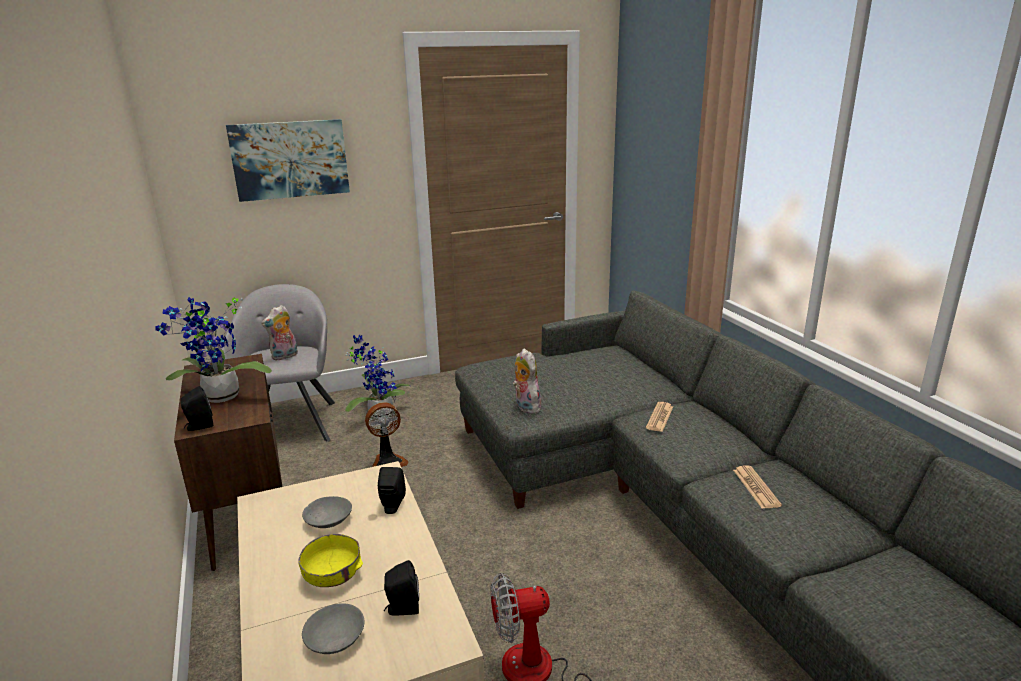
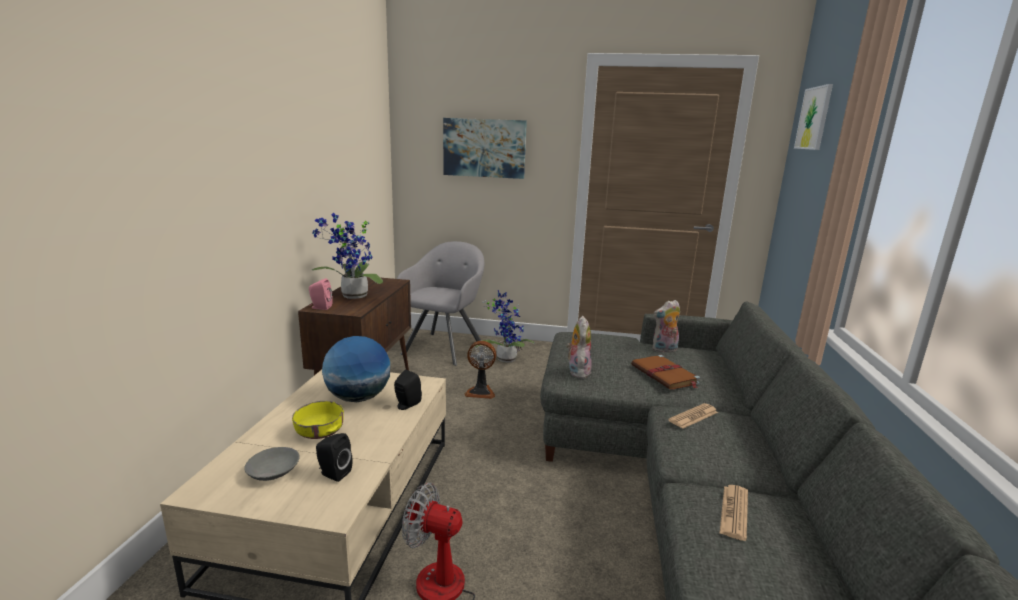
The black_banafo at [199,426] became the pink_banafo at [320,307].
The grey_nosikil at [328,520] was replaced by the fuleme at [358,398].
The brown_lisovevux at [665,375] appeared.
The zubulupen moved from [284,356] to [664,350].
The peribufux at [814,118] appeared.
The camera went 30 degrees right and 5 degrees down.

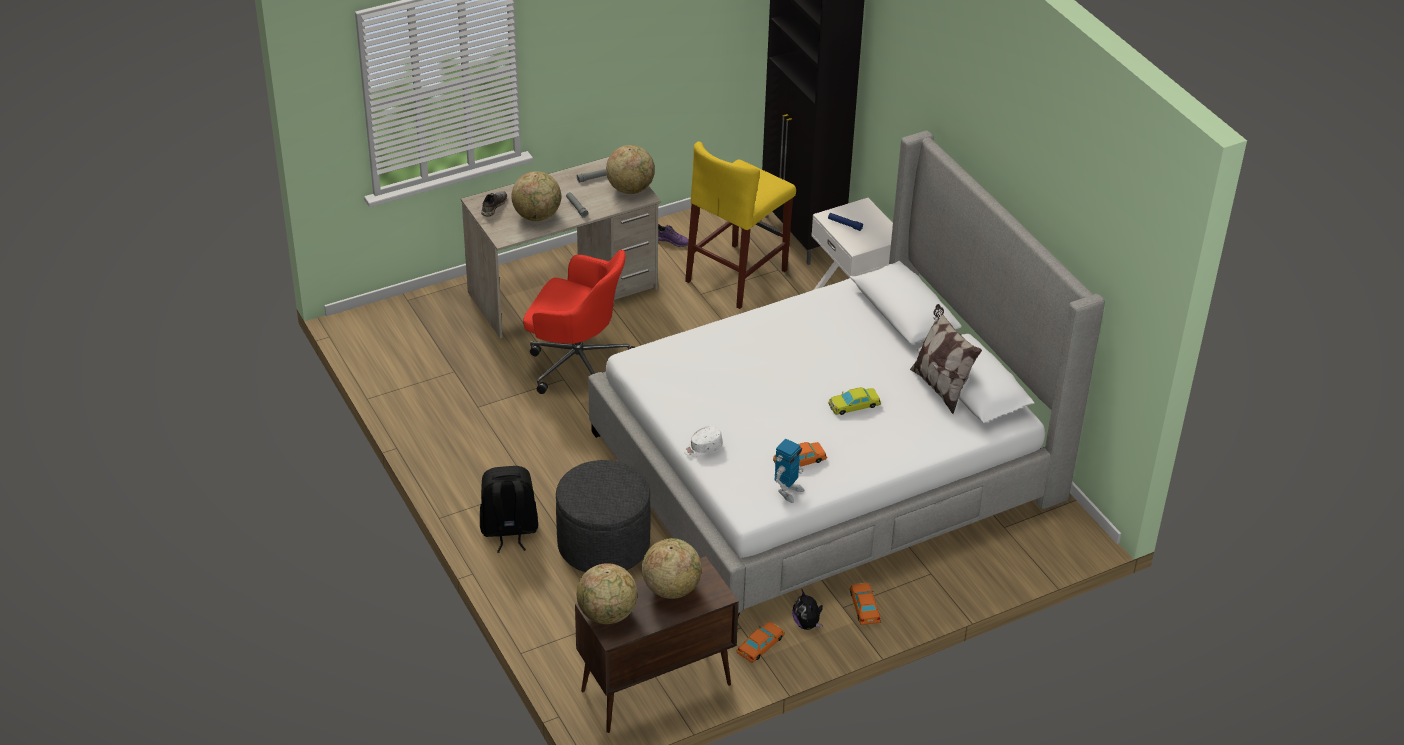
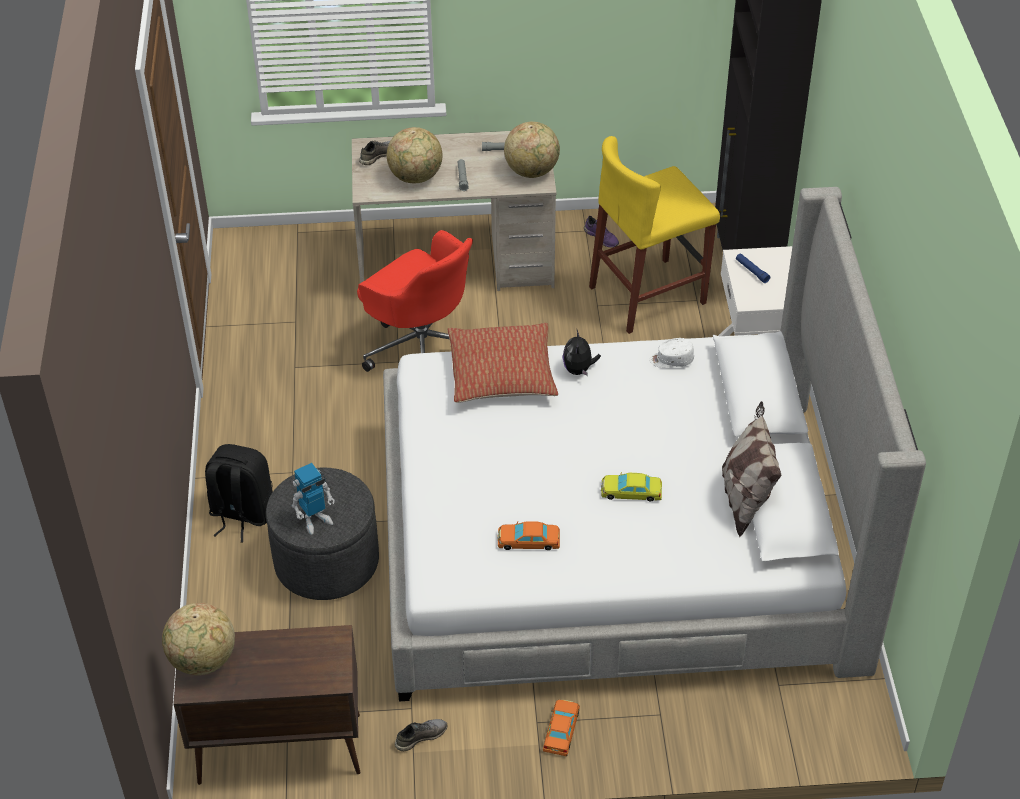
The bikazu moved from [788,491] to [315,520].
The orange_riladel at [760,644] was replaced by the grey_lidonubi at [420,736].
The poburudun at [502,375] appeared.
The zubulupen moved from [807,624] to [579,369].
The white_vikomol moved from [703,448] to [671,360].
The fuleme at [671,588] disappeared.
The camera went 25 degrees right and 5 degrees up.

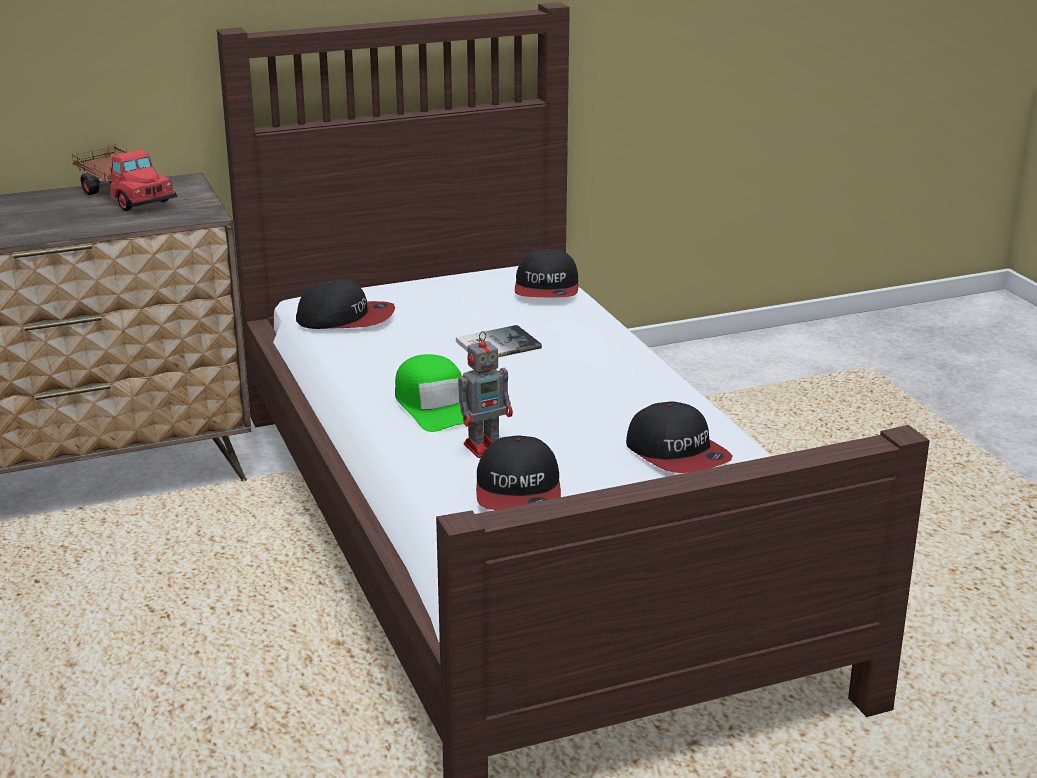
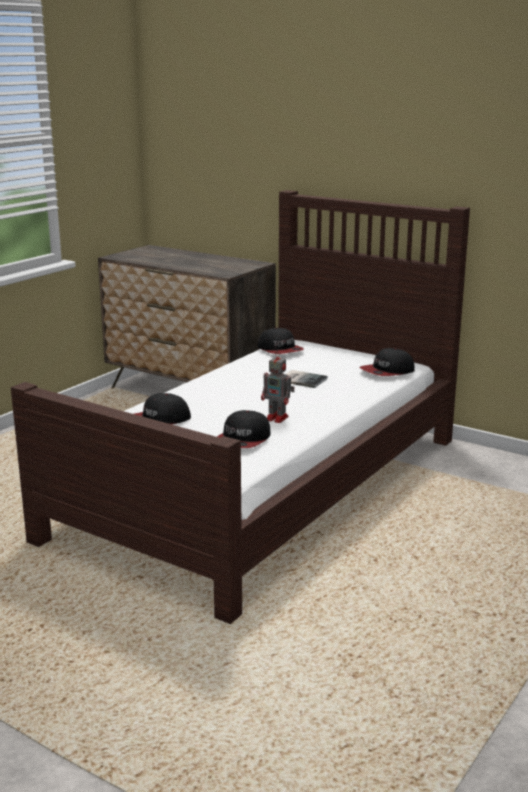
The bikazu moved from [485,447] to [278,418].
The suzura at [125,195] disappeared.
The green_vikomol at [435,406] disappeared.
The camera went 55 degrees right and 5 degrees down.

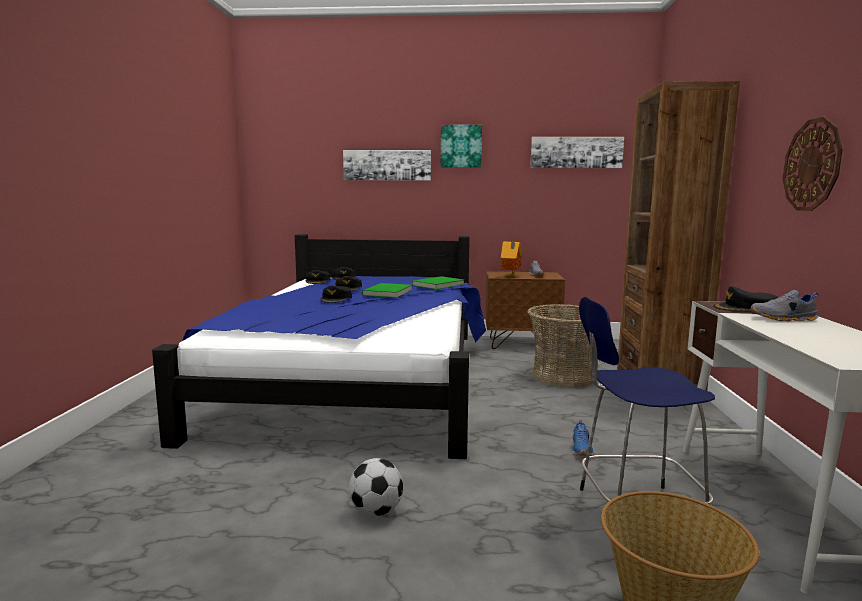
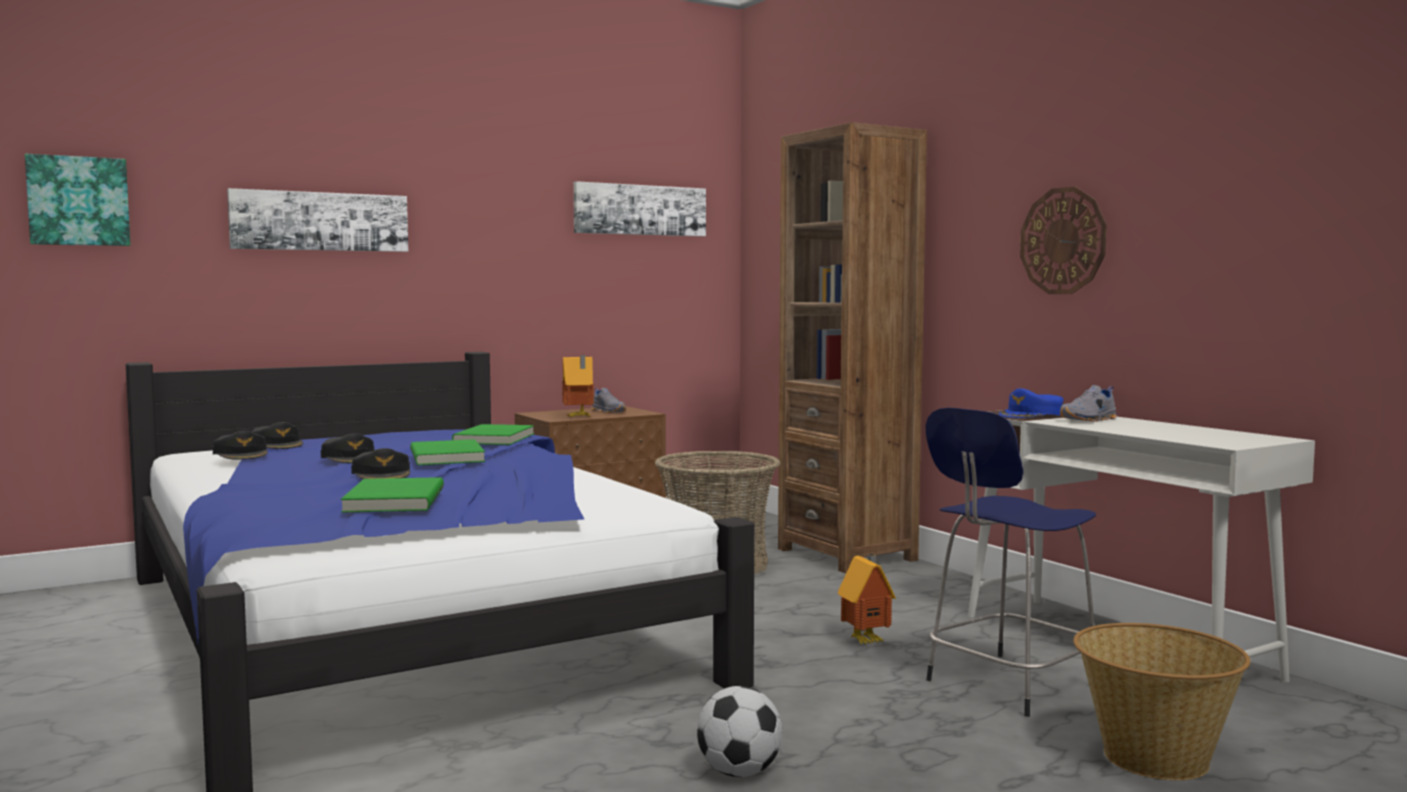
The peribufux moved from [461,146] to [78,201].
The green_lisovevux at [392,500] appeared.
The blue_lidonubi at [582,449] was replaced by the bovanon at [867,641].
The black_vikomol at [744,308] became the blue_vikomol at [1032,415].
The camera went 35 degrees left and 5 degrees down.

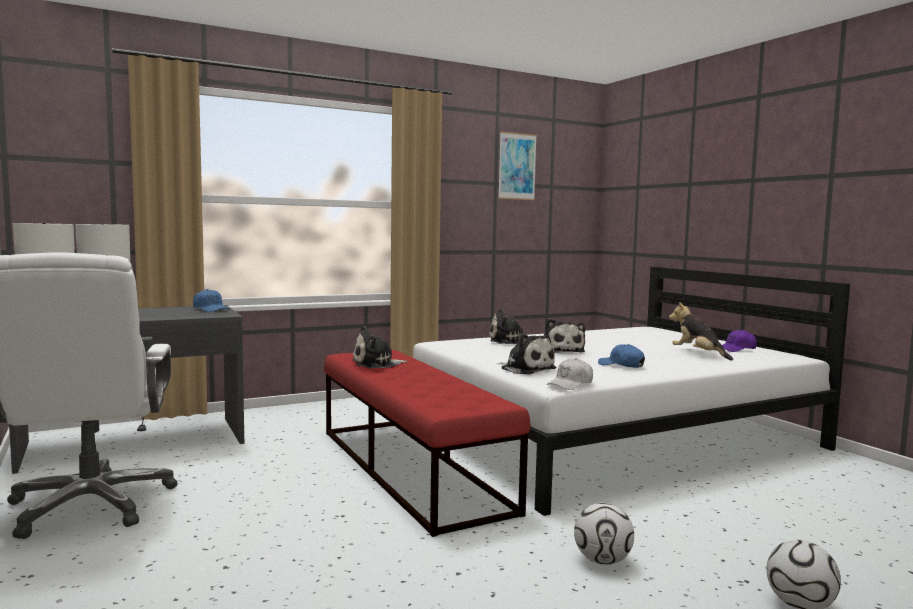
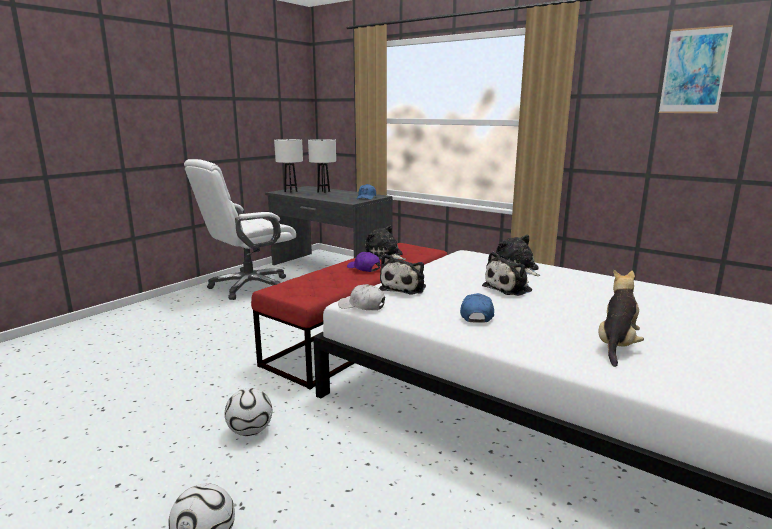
The purple_vikomol moved from [737,349] to [364,268].
The camera went 65 degrees right and 10 degrees up.

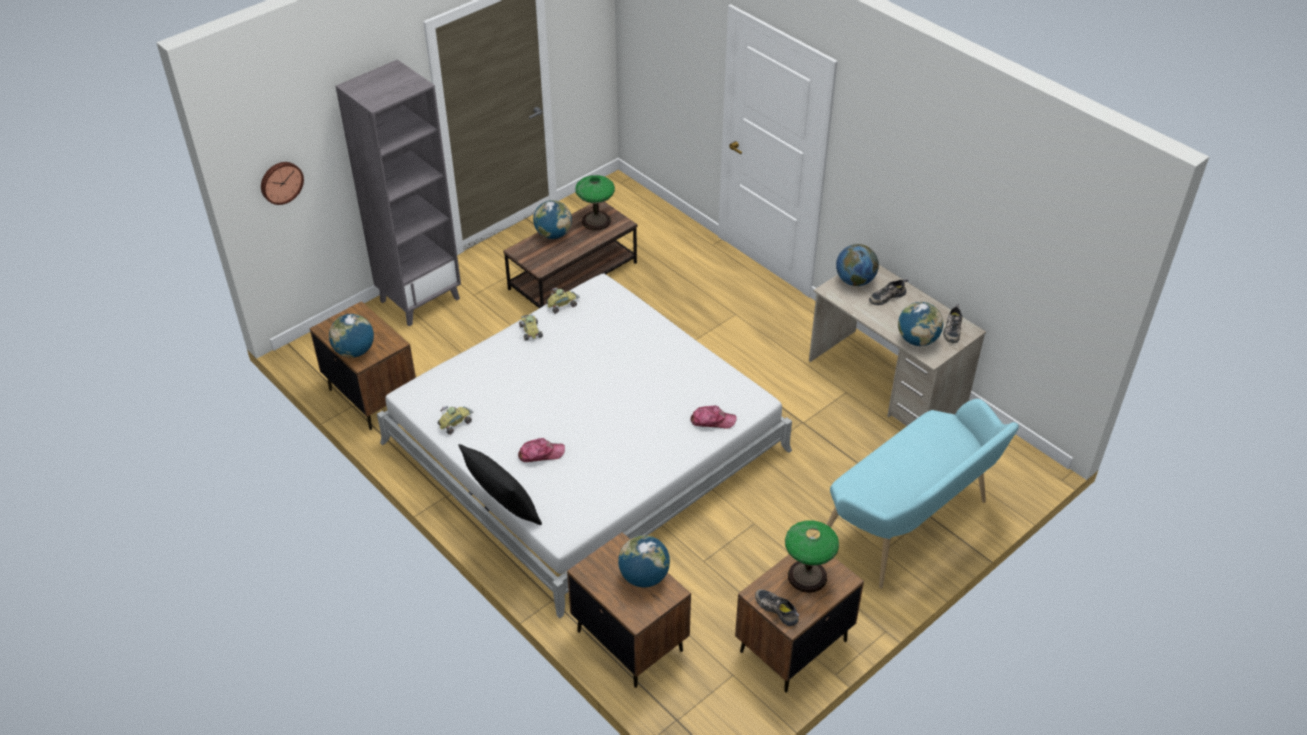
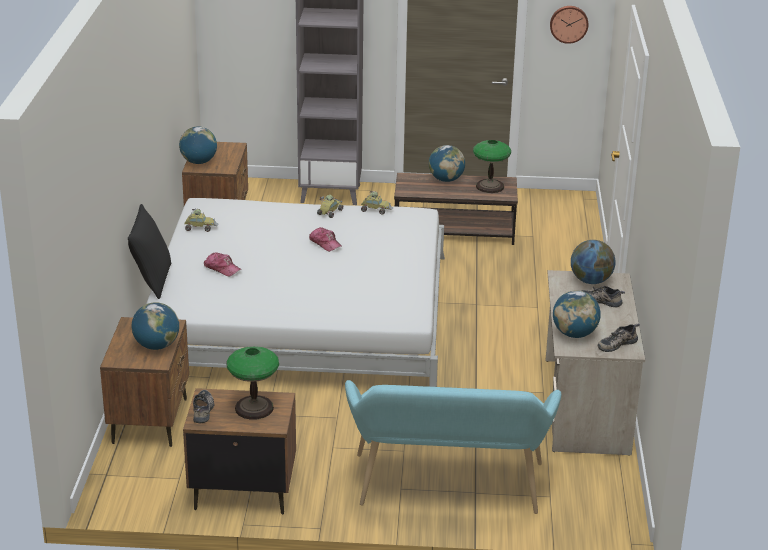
The vikomol moved from [712,420] to [325,243].
The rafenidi moved from [281,182] to [569,23].
The camera went 45 degrees right and 15 degrees down.

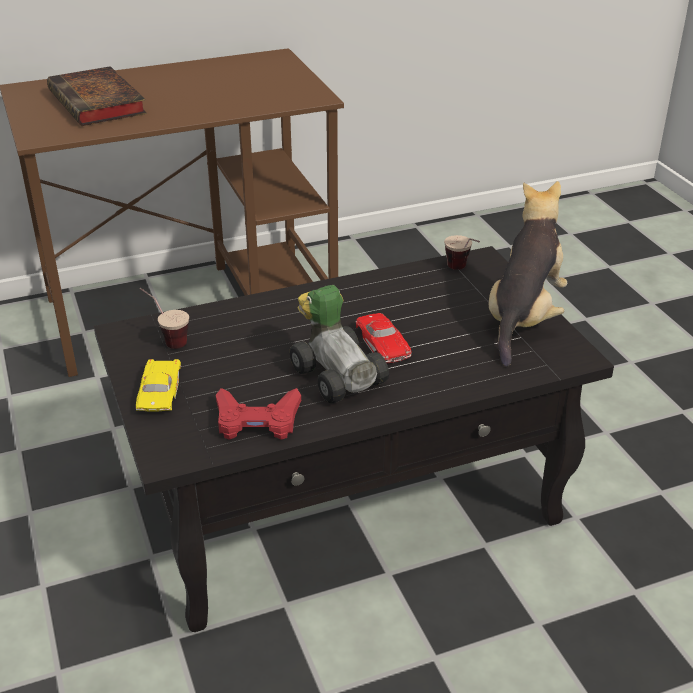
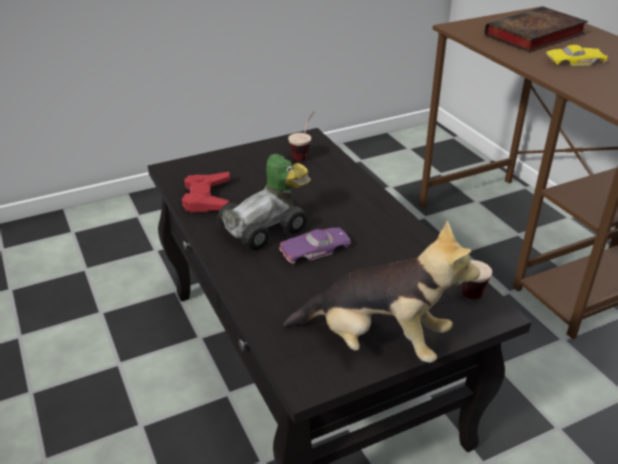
The red_riladel at [382,342] became the purple_riladel at [315,249].
The yellow_riladel moved from [159,391] to [575,61].
The camera went 85 degrees right and 0 degrees up.

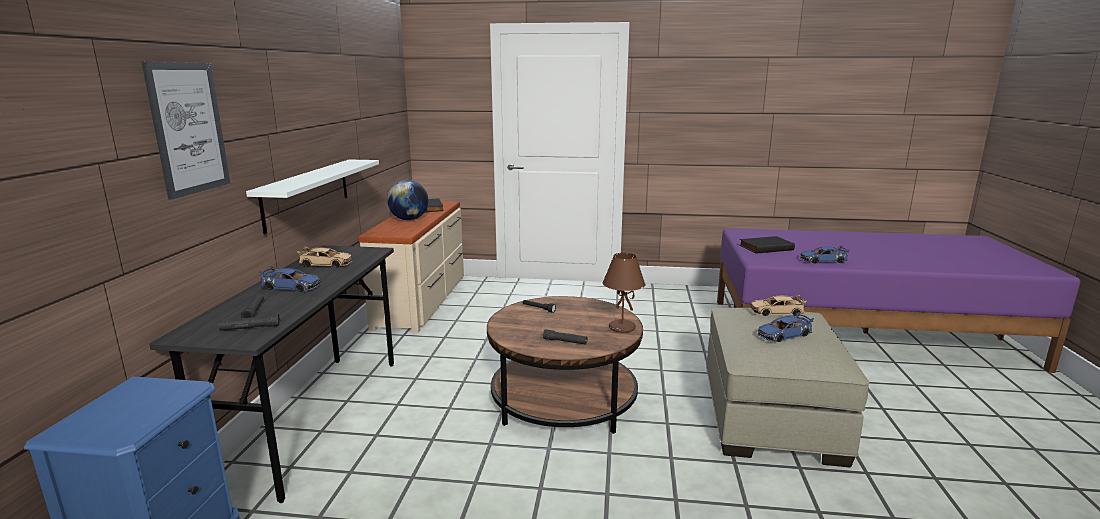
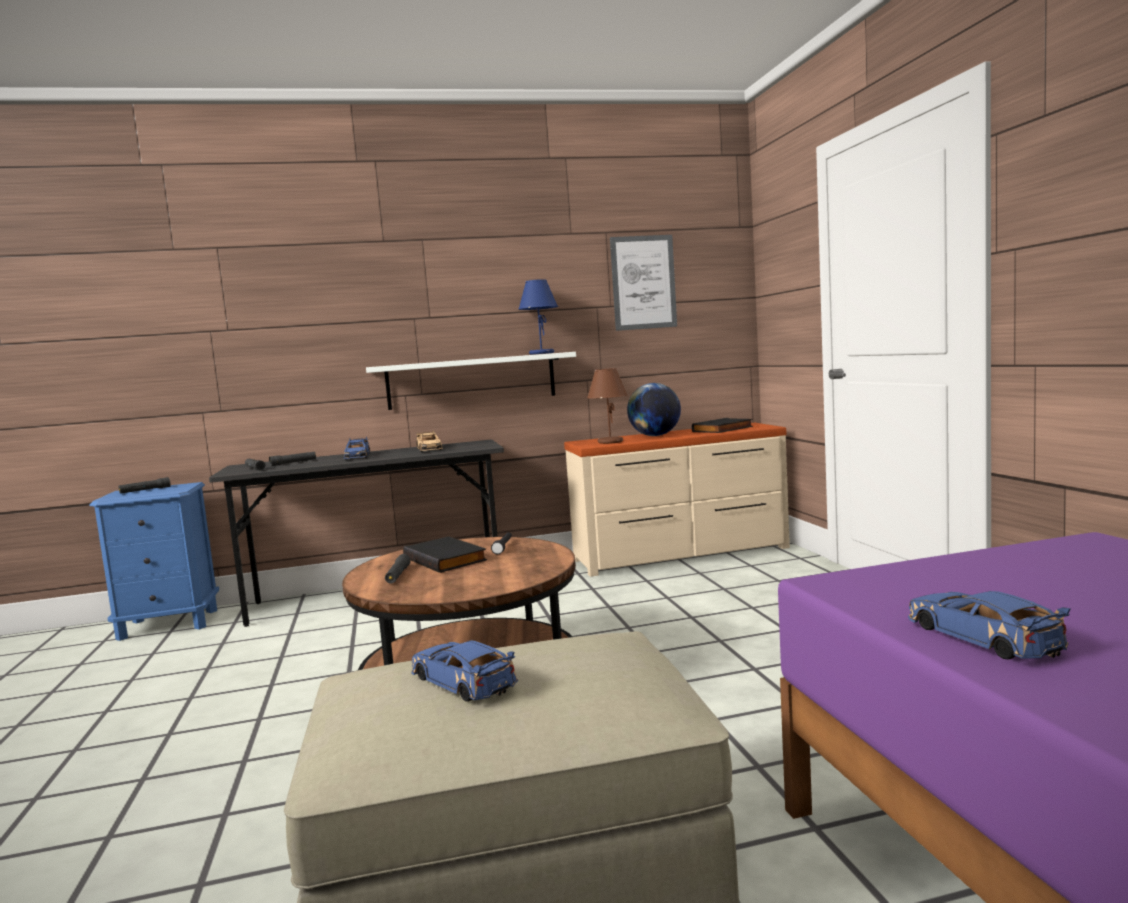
The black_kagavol at [145,490] appeared.
The black_lisovevux moved from [765,247] to [447,559].
The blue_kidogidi at [541,353] appeared.
The brown_kidogidi moved from [621,328] to [610,442].
The peribufux moved from [189,128] to [643,282].
The beige_riladel at [777,312] disappeared.
The camera went 70 degrees right and 10 degrees down.

